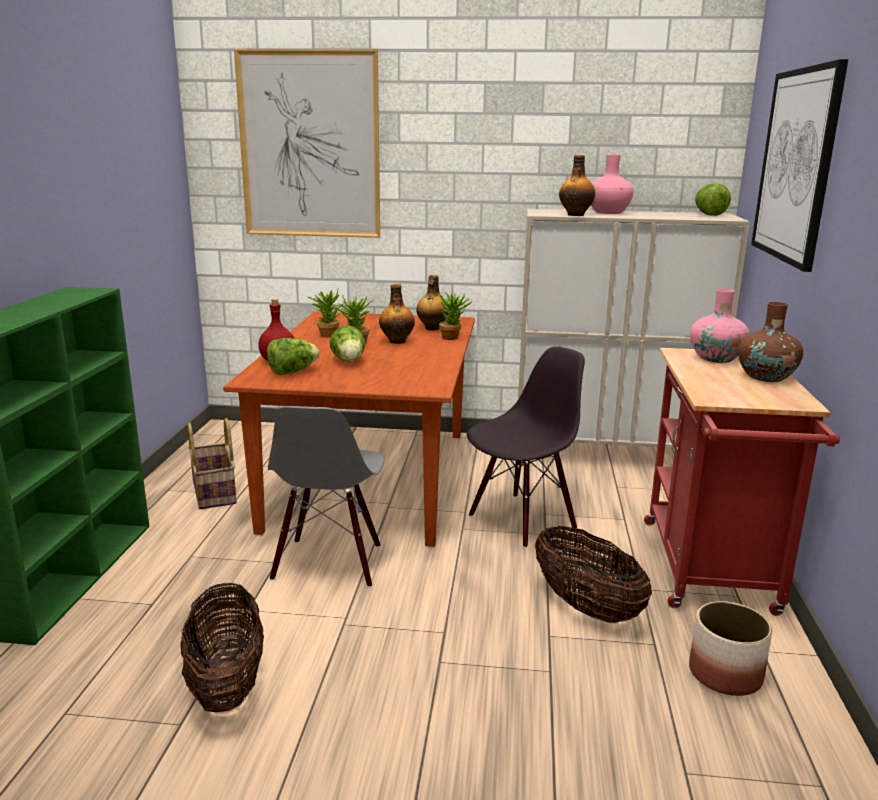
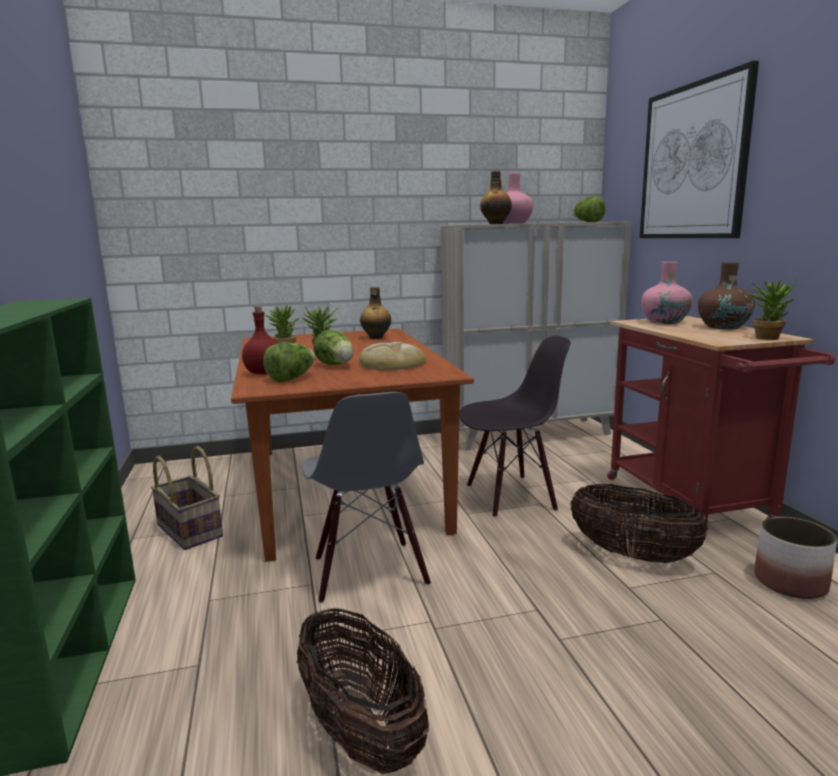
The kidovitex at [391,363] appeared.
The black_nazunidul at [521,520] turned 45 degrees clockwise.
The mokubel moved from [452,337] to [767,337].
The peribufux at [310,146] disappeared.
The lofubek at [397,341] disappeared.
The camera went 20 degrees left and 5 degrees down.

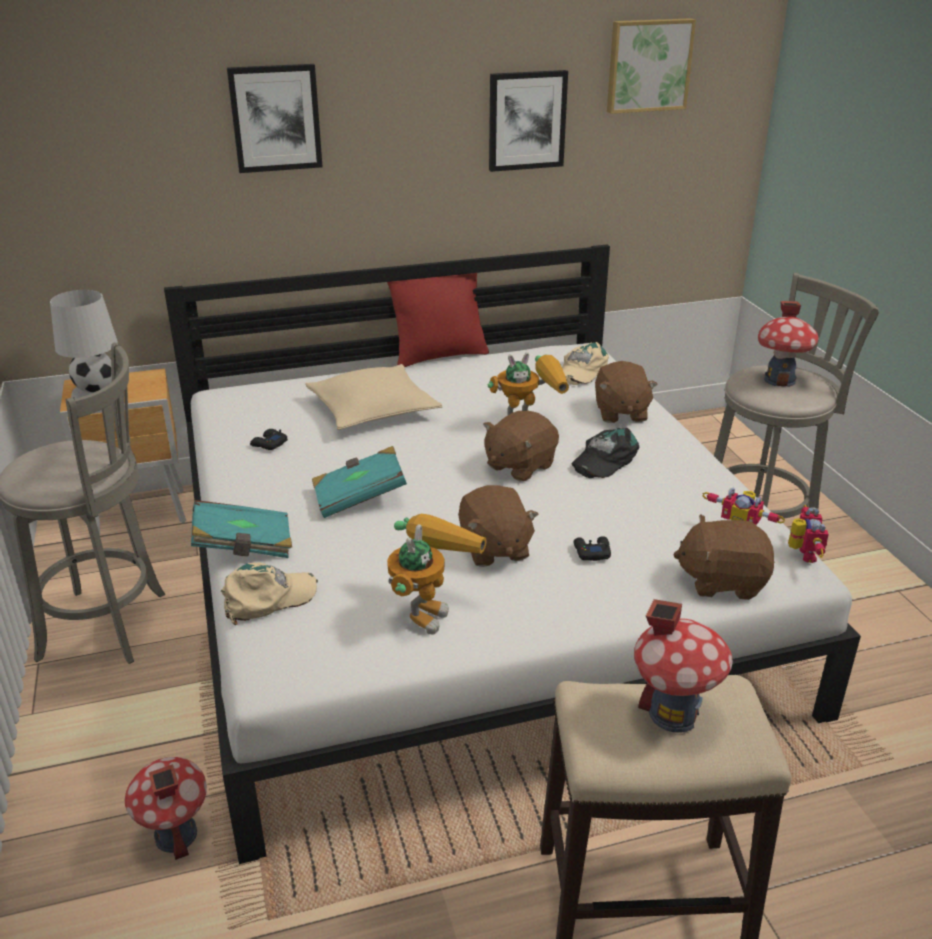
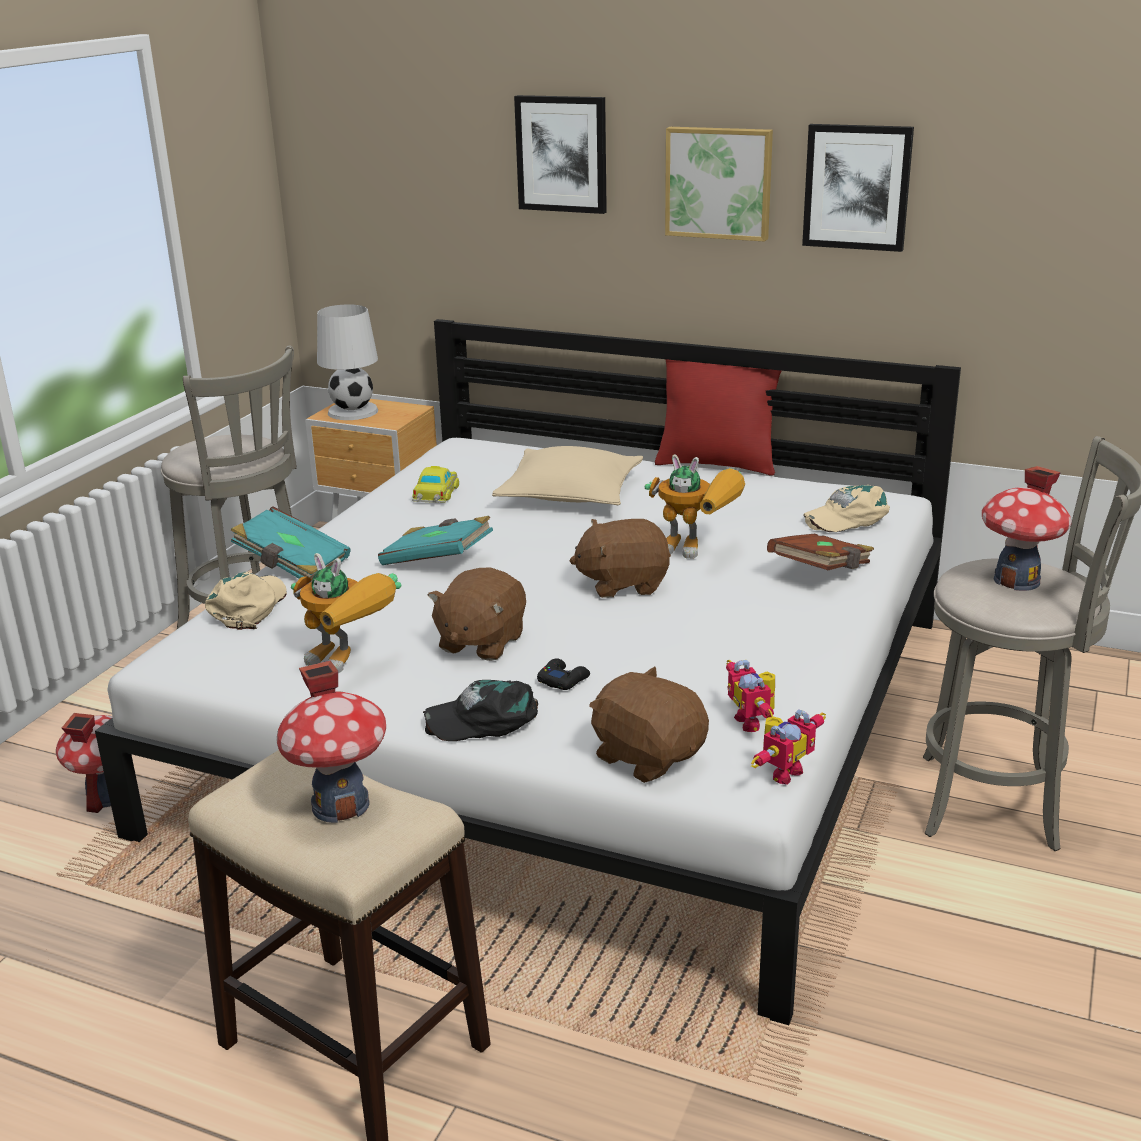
The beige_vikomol at [268,597] turned 90 degrees counterclockwise.
The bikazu at [428,607] turned 60 degrees clockwise.
The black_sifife at [269,444] was replaced by the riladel at [435,494].
The black_vikomol moved from [604,459] to [484,719].
The peribufux moved from [648,65] to [719,182].
The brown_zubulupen at [620,413] was replaced by the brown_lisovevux at [821,571].
The camera went 40 degrees right and 5 degrees down.

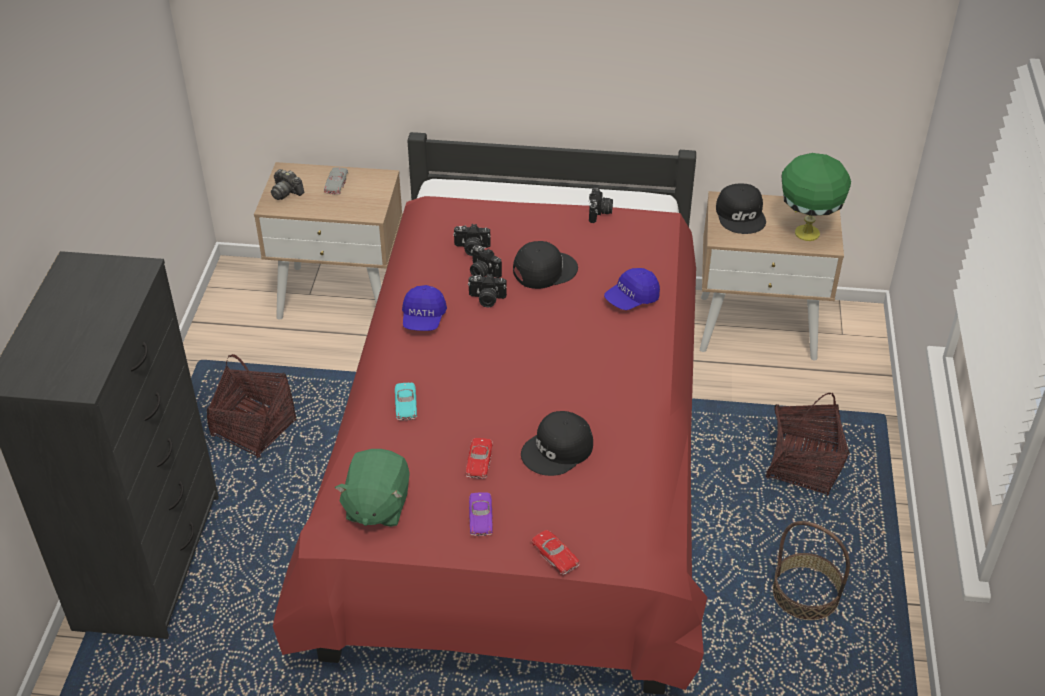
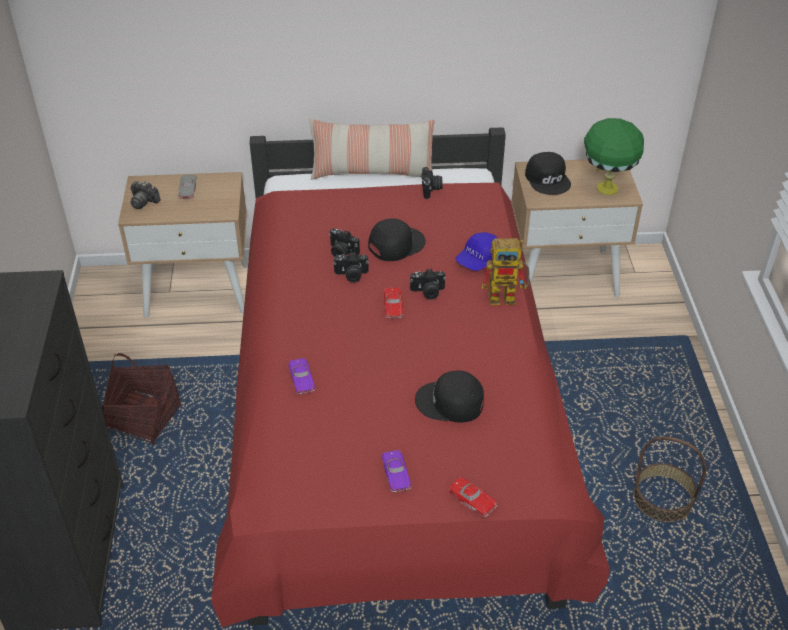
The turquoise_riladel at [406,404] became the purple_riladel at [301,378].
The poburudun at [372,172] appeared.
The red_riladel moved from [479,461] to [393,305].
The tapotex moved from [471,248] to [428,292].
The black_vikomol at [558,450] turned 60 degrees clockwise.
The bikazu at [508,296] appeared.
The green_zubulupen at [376,506] disappeared.
The blue_vikomol at [423,319] disappeared.
The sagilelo at [803,466] disappeared.
The camera went 10 degrees left and 0 degrees up.

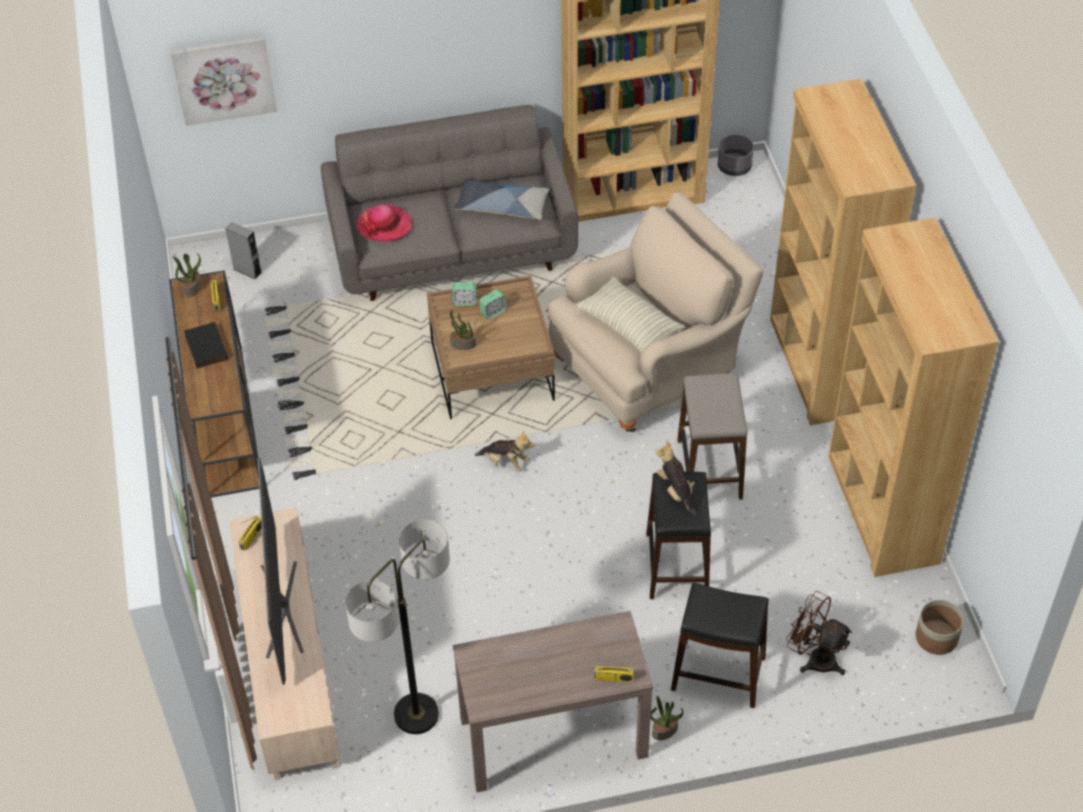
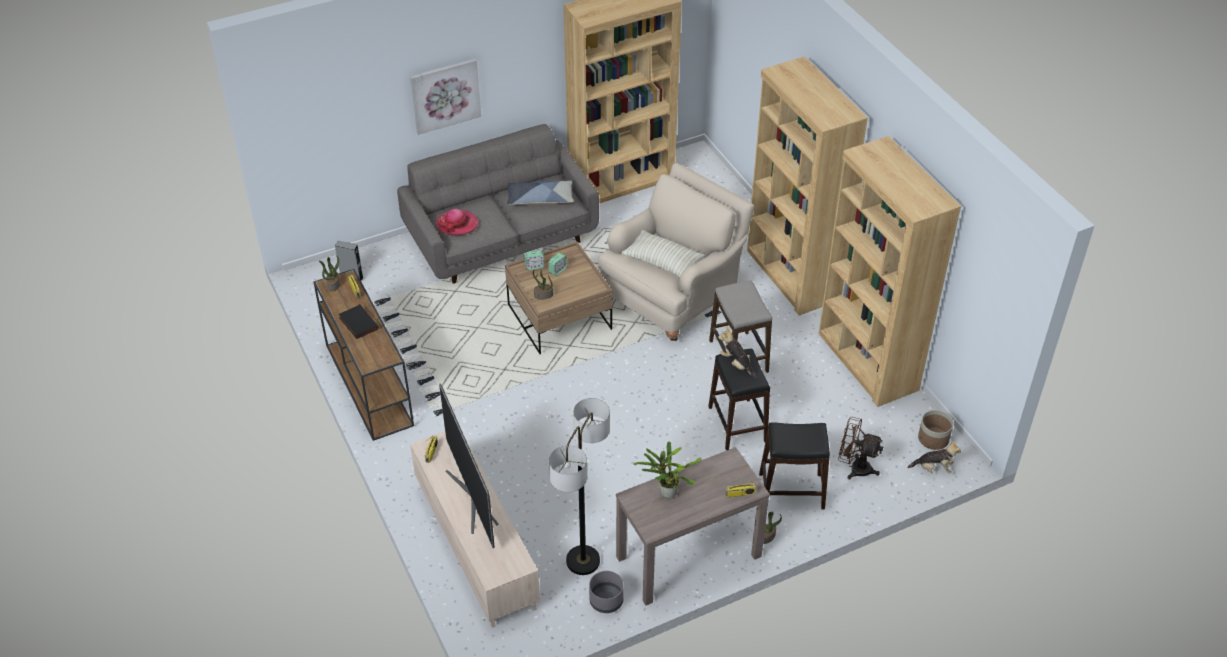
The peribufux moved from [224,79] to [445,95].
The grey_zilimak moved from [734,166] to [606,600].
The mokubel at [666,492] appeared.
The zubulupen moved from [506,462] to [933,468].
The camera went 15 degrees left and 5 degrees down.

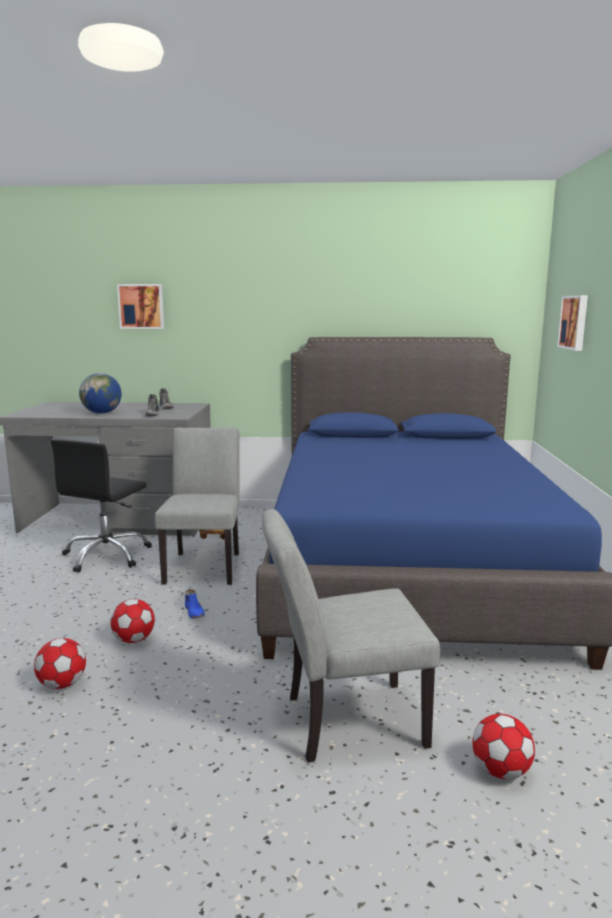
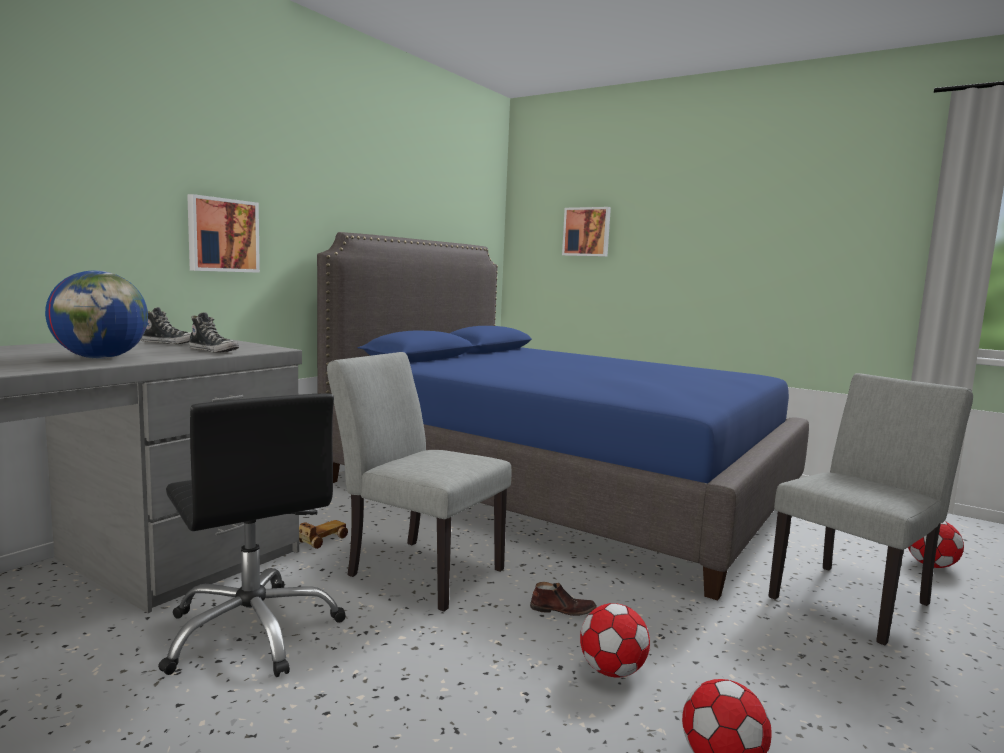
The peribufux moved from [141,306] to [222,235].
The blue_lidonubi at [194,612] became the brown_lidonubi at [562,610].
The grey_nazunidul at [343,721] turned 150 degrees counterclockwise.
The camera went 60 degrees left and 5 degrees down.

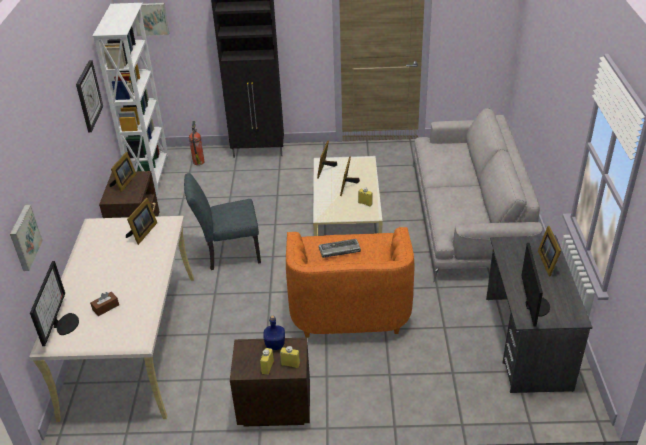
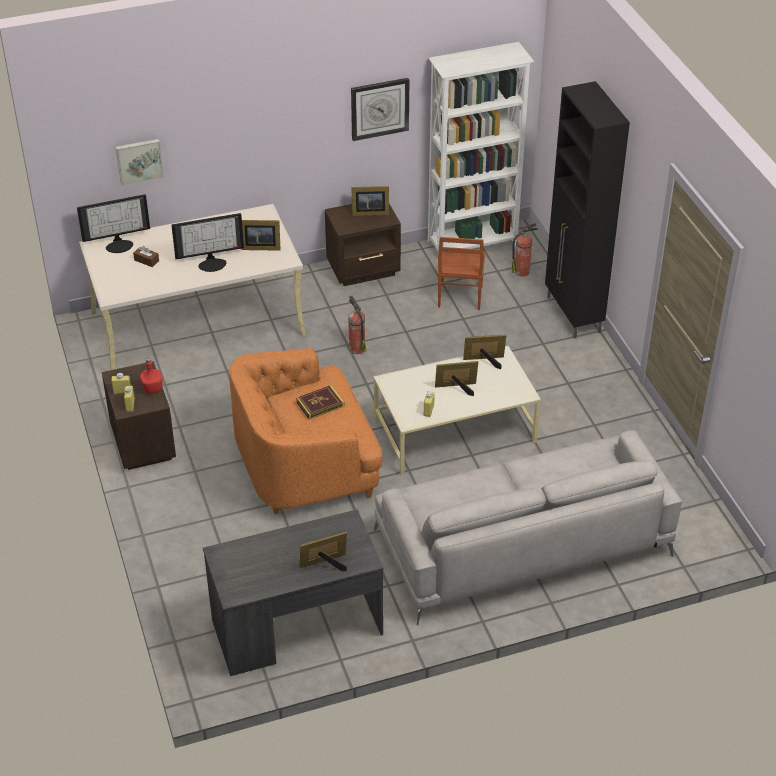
The blue_lofubek at [275,345] became the red_lofubek at [153,389].
The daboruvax moved from [535,305] to [212,263].
The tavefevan at [339,250] was replaced by the lisovevux at [320,404].
The grey_nazunidul at [228,254] was replaced by the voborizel at [356,348].
The brown_nazunidul at [459,297] appeared.
The peribufux at [150,18] disappeared.
The camera went 70 degrees right and 5 degrees up.

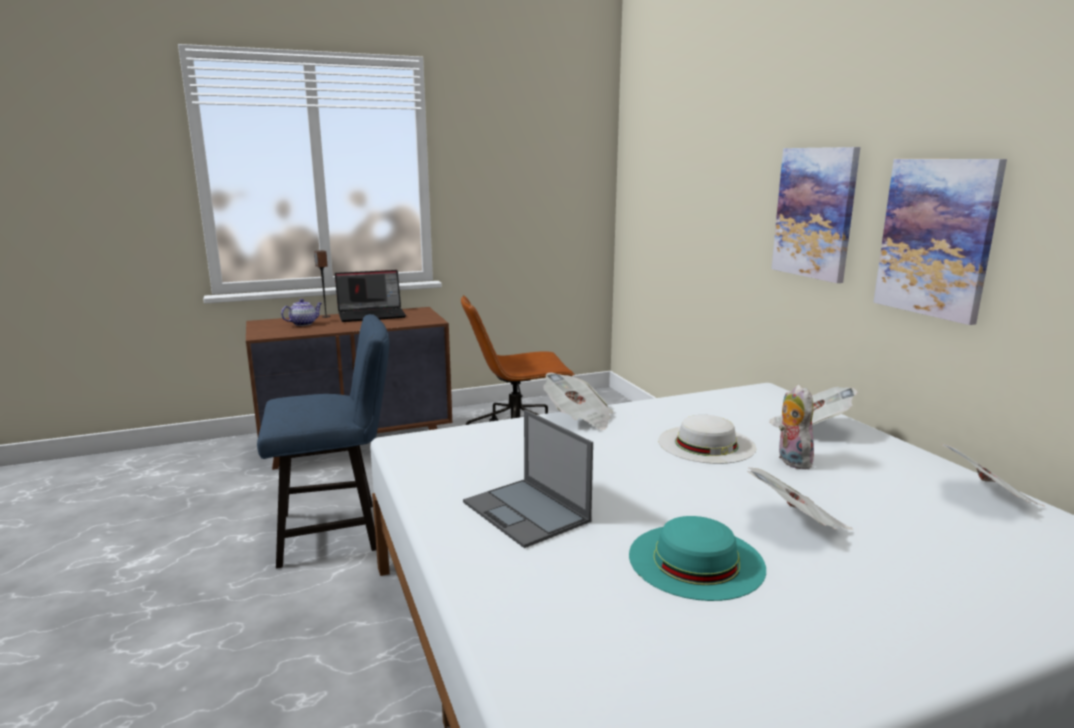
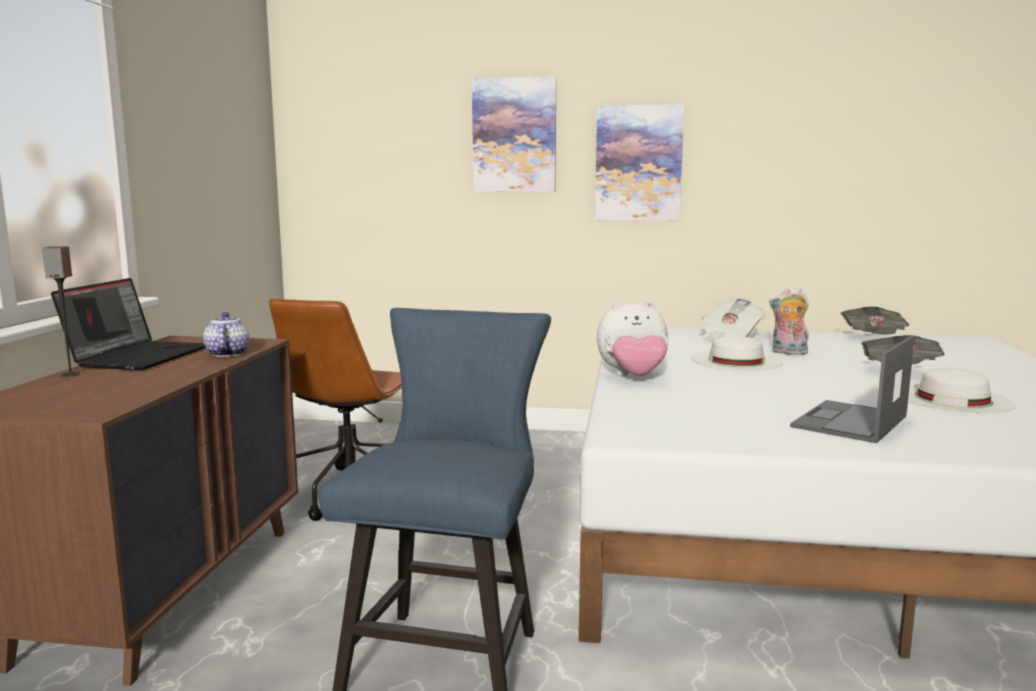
The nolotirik moved from [304,323] to [227,353].
The peribufux moved from [936,238] to [514,135].
The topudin at [579,419] was replaced by the zubulupen at [633,377].
The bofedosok at [527,512] turned 135 degrees clockwise.
The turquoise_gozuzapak at [696,560] became the white_gozuzapak at [953,399].
The camera went 60 degrees left and 5 degrees down.

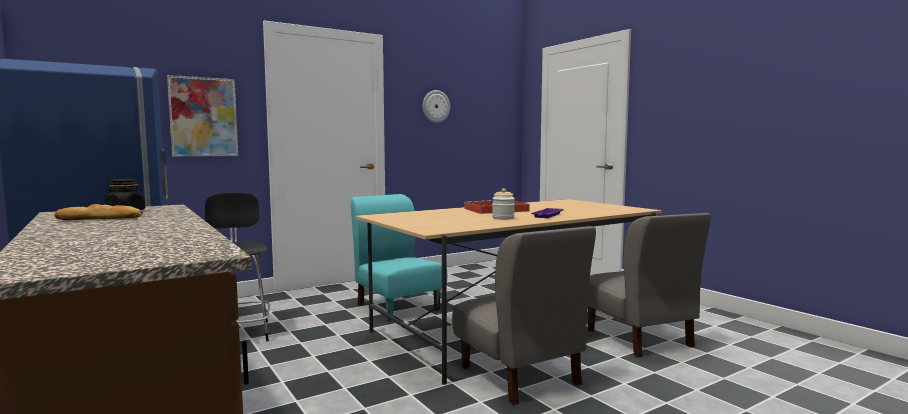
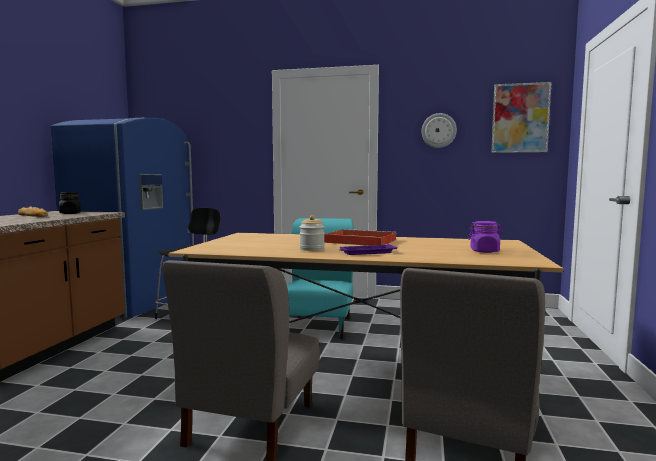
The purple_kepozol at [484,251] appeared.
The peribufux moved from [203,117] to [520,118].
The camera went 45 degrees right and 0 degrees up.

